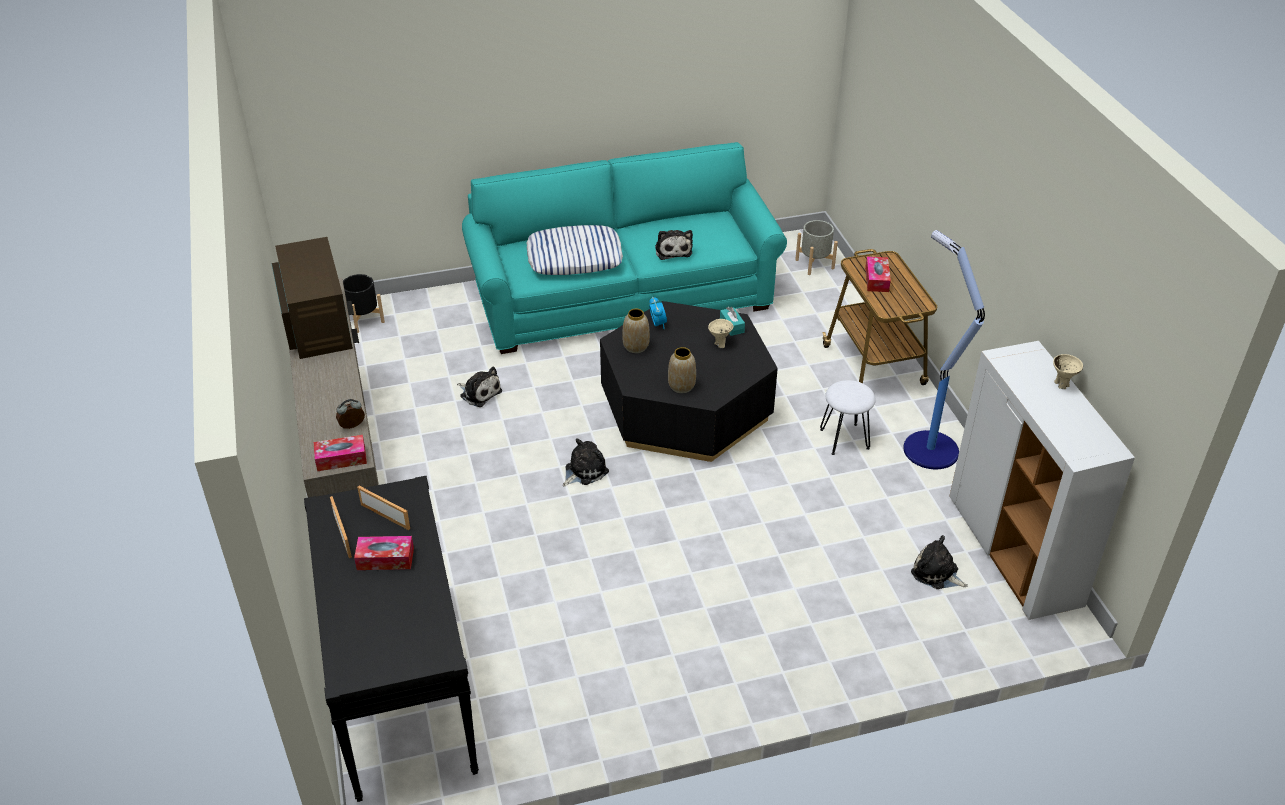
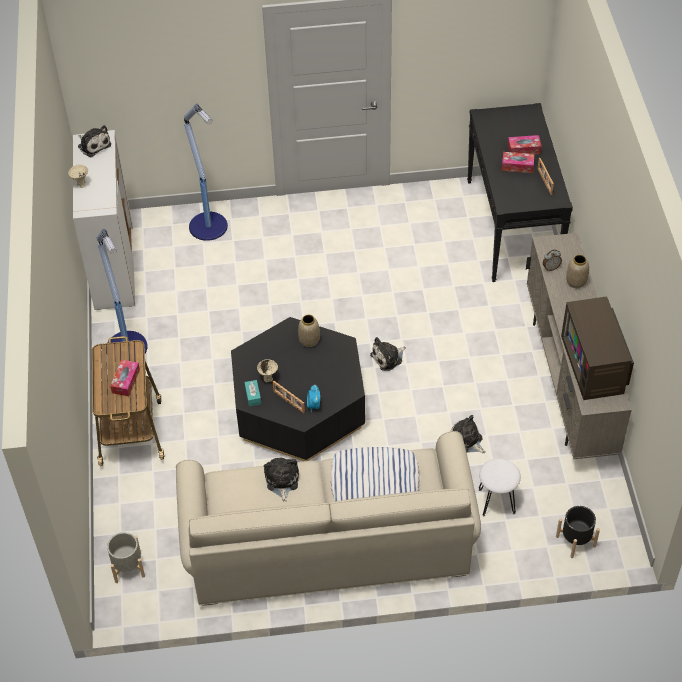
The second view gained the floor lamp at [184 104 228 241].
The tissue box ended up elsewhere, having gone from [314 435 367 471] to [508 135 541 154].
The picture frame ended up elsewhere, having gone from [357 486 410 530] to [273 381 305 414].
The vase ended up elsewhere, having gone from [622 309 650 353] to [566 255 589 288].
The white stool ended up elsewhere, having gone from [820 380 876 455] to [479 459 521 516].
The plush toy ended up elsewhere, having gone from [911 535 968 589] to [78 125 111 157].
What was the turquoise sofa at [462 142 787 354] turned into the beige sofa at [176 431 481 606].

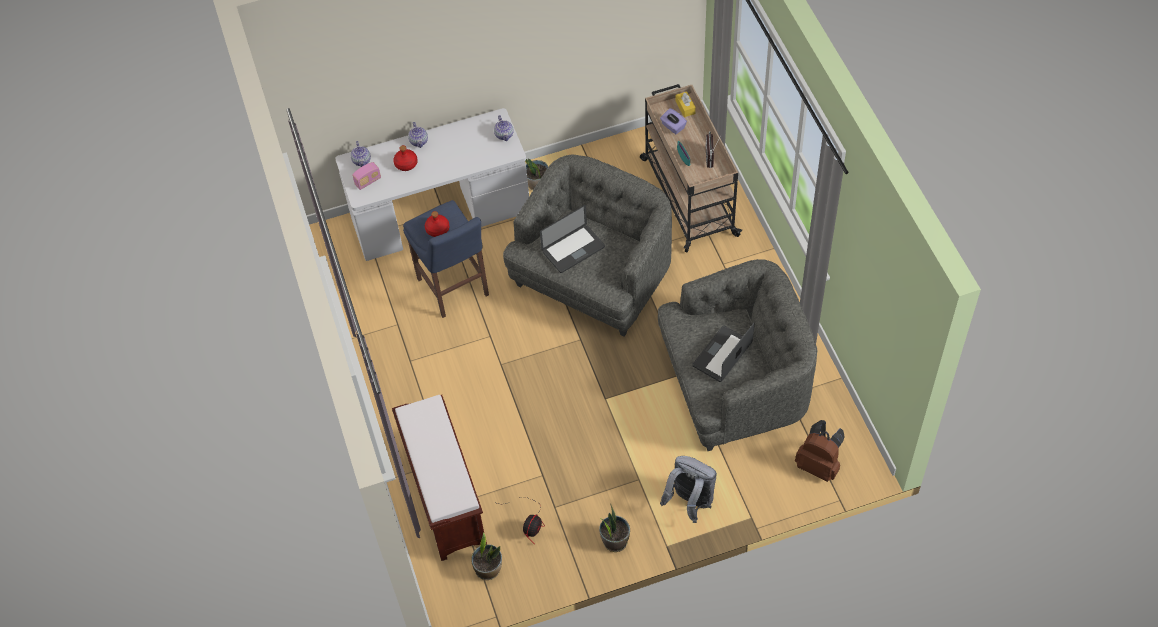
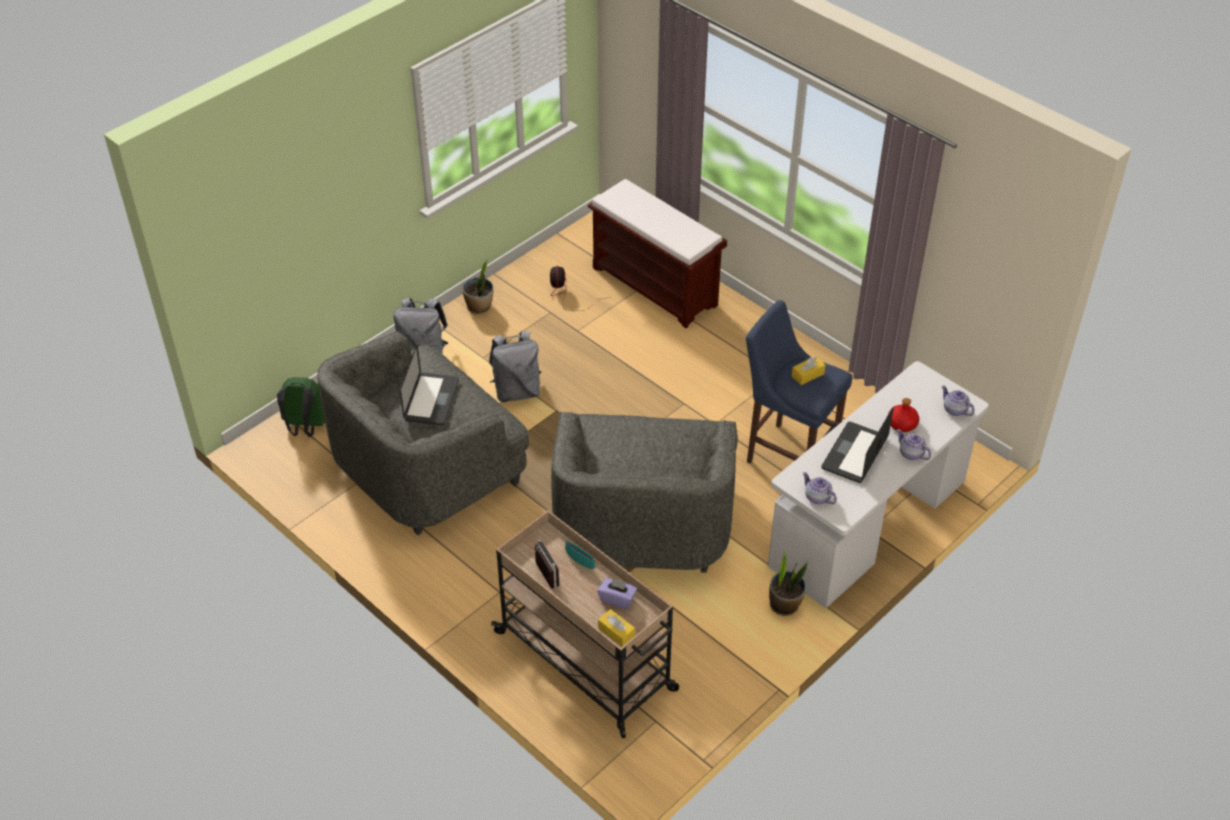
The second view lost the radio at [352 162 381 190].
The second view lost the potted plant at [471 532 502 580].
The second view gained the grey backpack at [489 331 541 402].
The laptop ended up elsewhere, having gone from [540 205 605 273] to [821 407 894 483].
Where the red bottle stood at [425 211 449 237], the yellow tissue box came to stand at [792 356 826 385].
What was the brown backpack at [795 420 845 482] turned into the green backpack at [277 377 325 437].

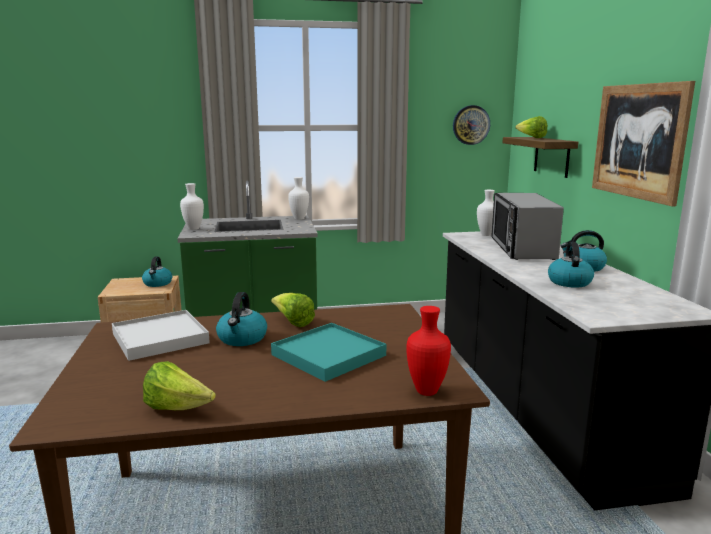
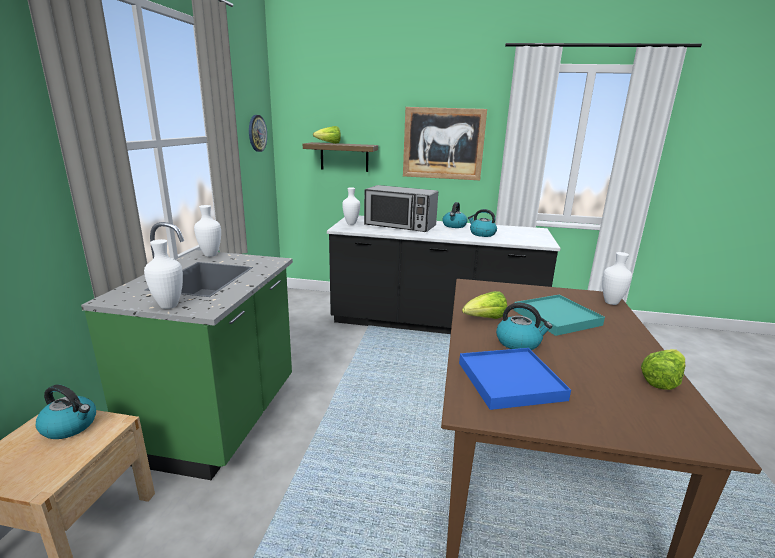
What was the white tray at [112 310 210 361] turned into the blue tray at [459 348 571 410].
What was the red vase at [406 306 451 396] turned into the white vase at [602 252 632 305].

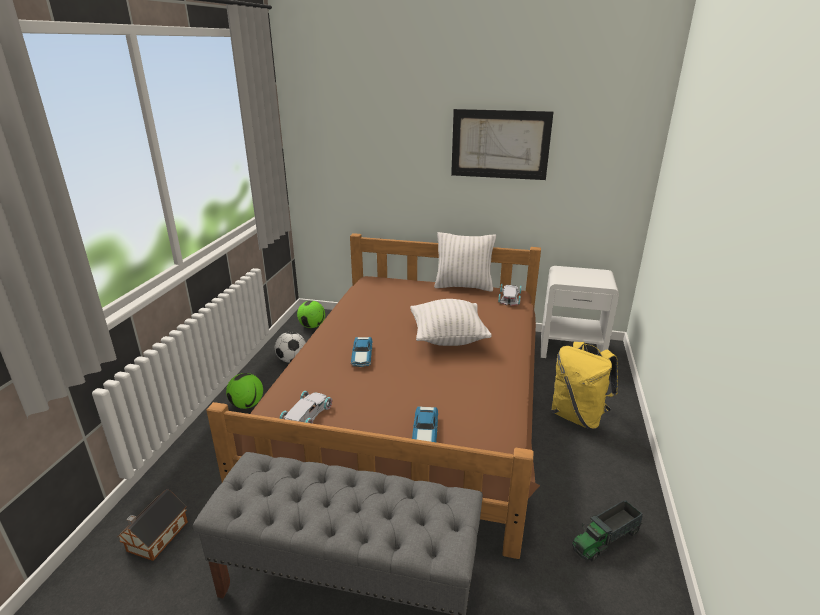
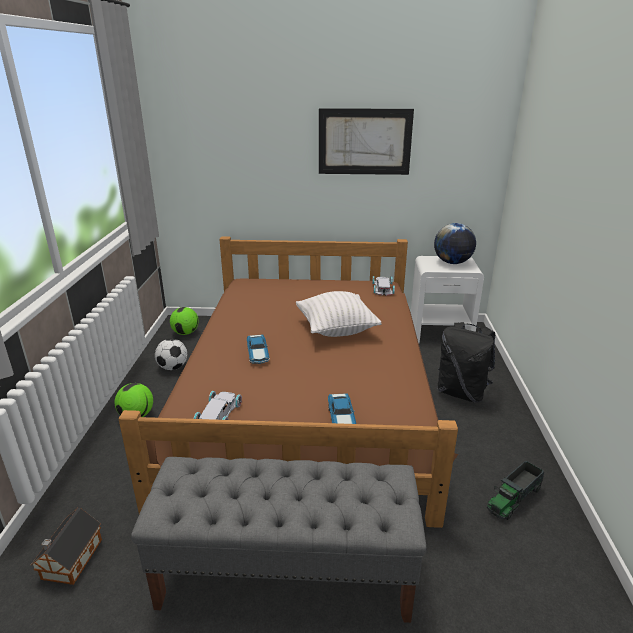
The second view lost the white pillow at [434 232 496 292].
The second view gained the globe at [434 223 476 264].
What was the yellow backpack at [551 342 618 429] turned into the black backpack at [437 322 495 403].

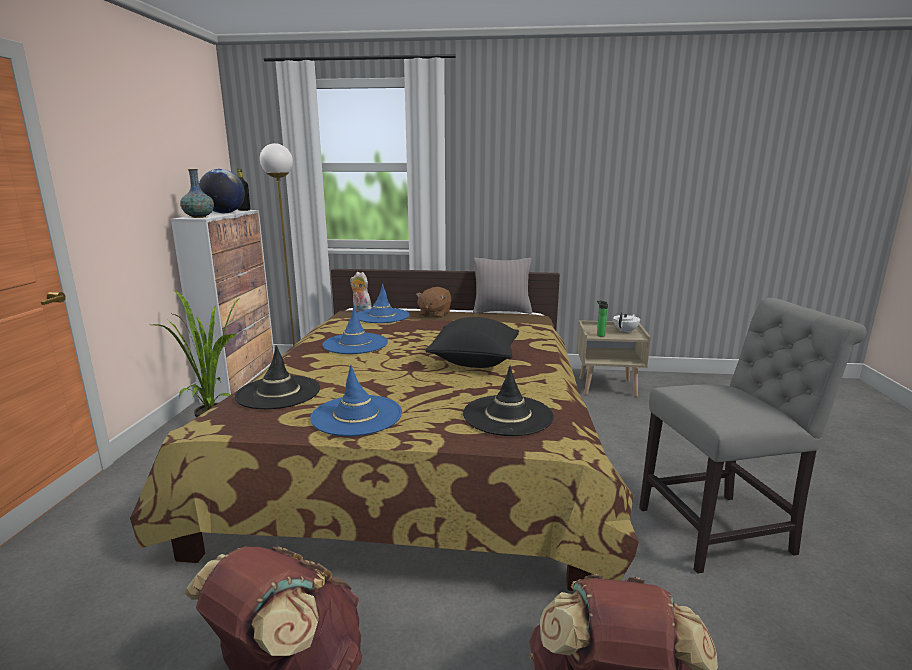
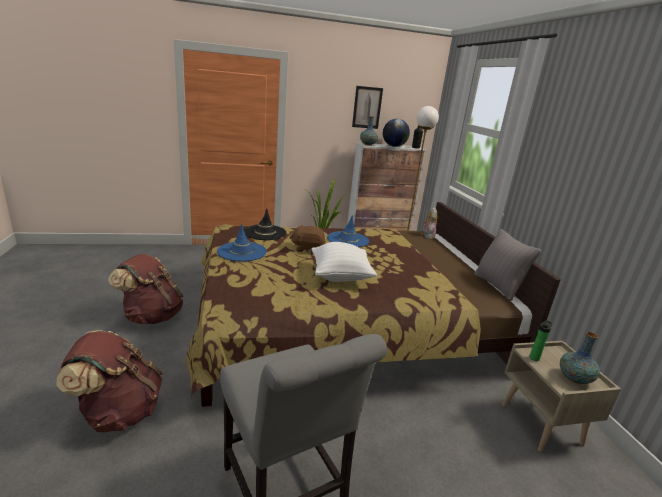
The second view lost the blue hat at [357 284 409 323].
The second view lost the black hat at [463 366 554 436].
The second view gained the picture at [352 86 383 129].
The brown plush toy ended up elsewhere, having gone from [416 287 451 318] to [290 225 326 253].
Where the white teapot stood at [613 312 640 333], the vase came to stand at [560 332 600 384].
What was the black pillow at [426 317 519 368] turned into the white pillow at [312 242 377 282].

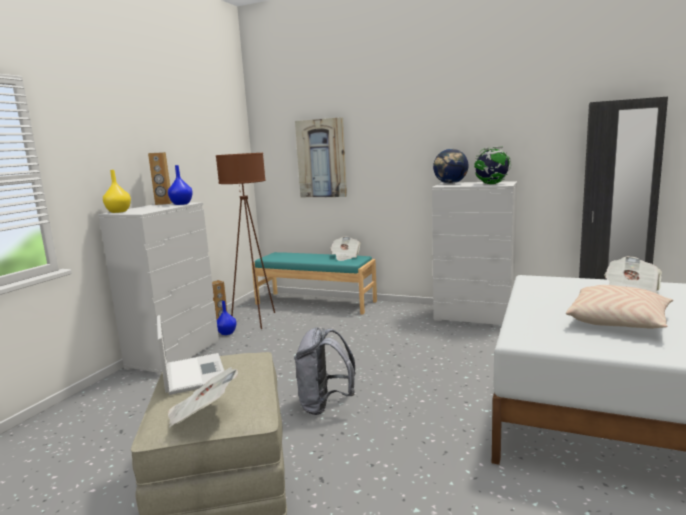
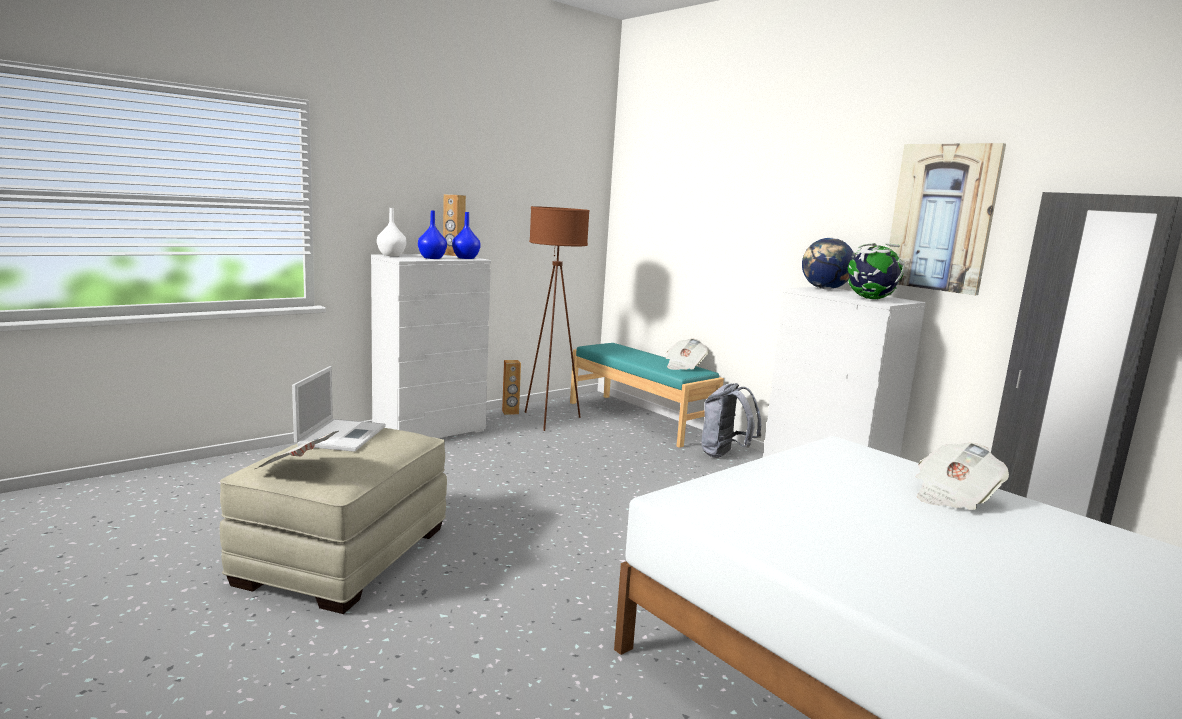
The second view lost the beige pillow at [566 285 673 329].
The blue vase ended up elsewhere, having gone from [217 301 237 335] to [418 211 447 259].
The grey backpack ended up elsewhere, having gone from [294 328 355 415] to [701 383 761 458].
The picture ended up elsewhere, having gone from [295 117 347 197] to [888 143 1006 295].
What was the yellow vase at [103 170 131 213] turned into the white vase at [377 208 407 256].

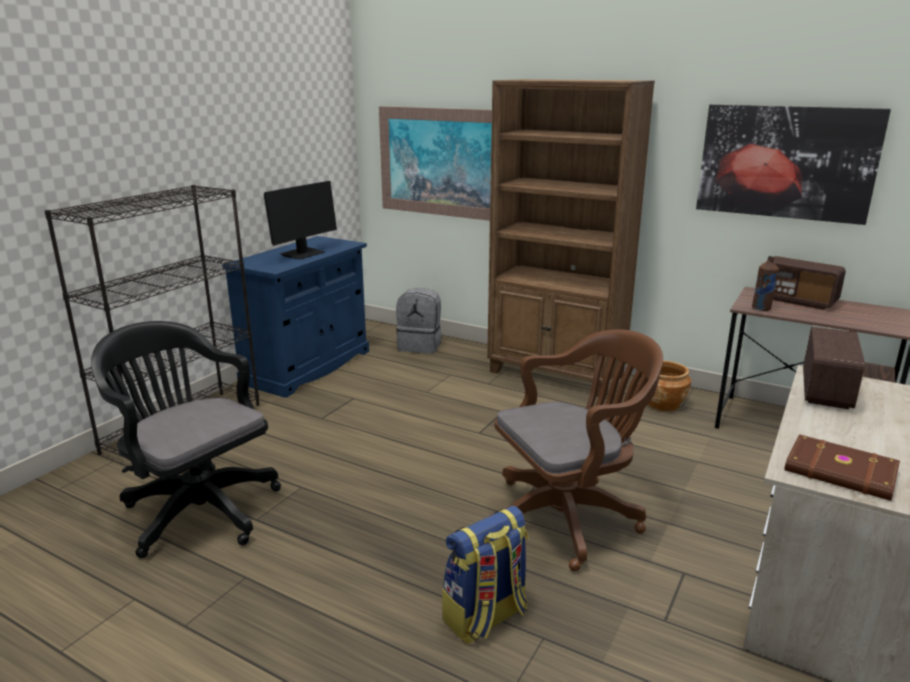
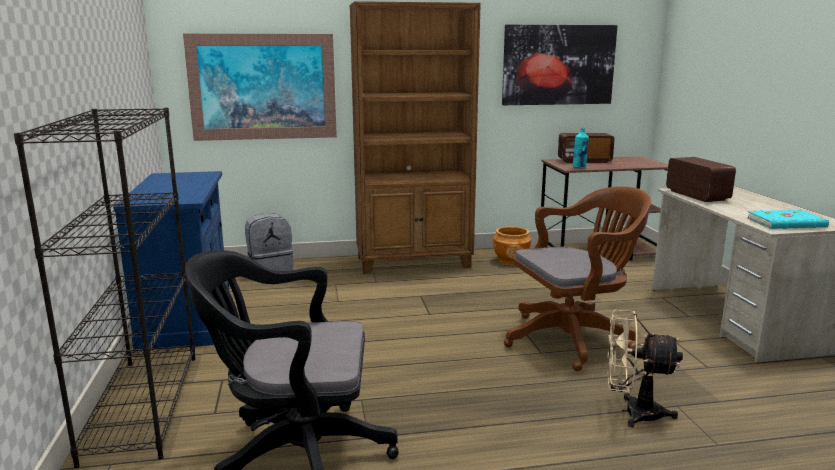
The second view lost the monitor at [264 181 337 260].
Where the backpack stood at [442 506 528 644], the beige fan came to stand at [607 310 683 427].
What was the brown bottle at [752 256 779 311] turned into the turquoise bottle at [573 128 589 168].
What was the brown book at [784 434 900 501] turned into the turquoise book at [747 210 829 229].
The brown office chair at [490 329 663 571] ended up facing another way, 45 degrees clockwise from before.

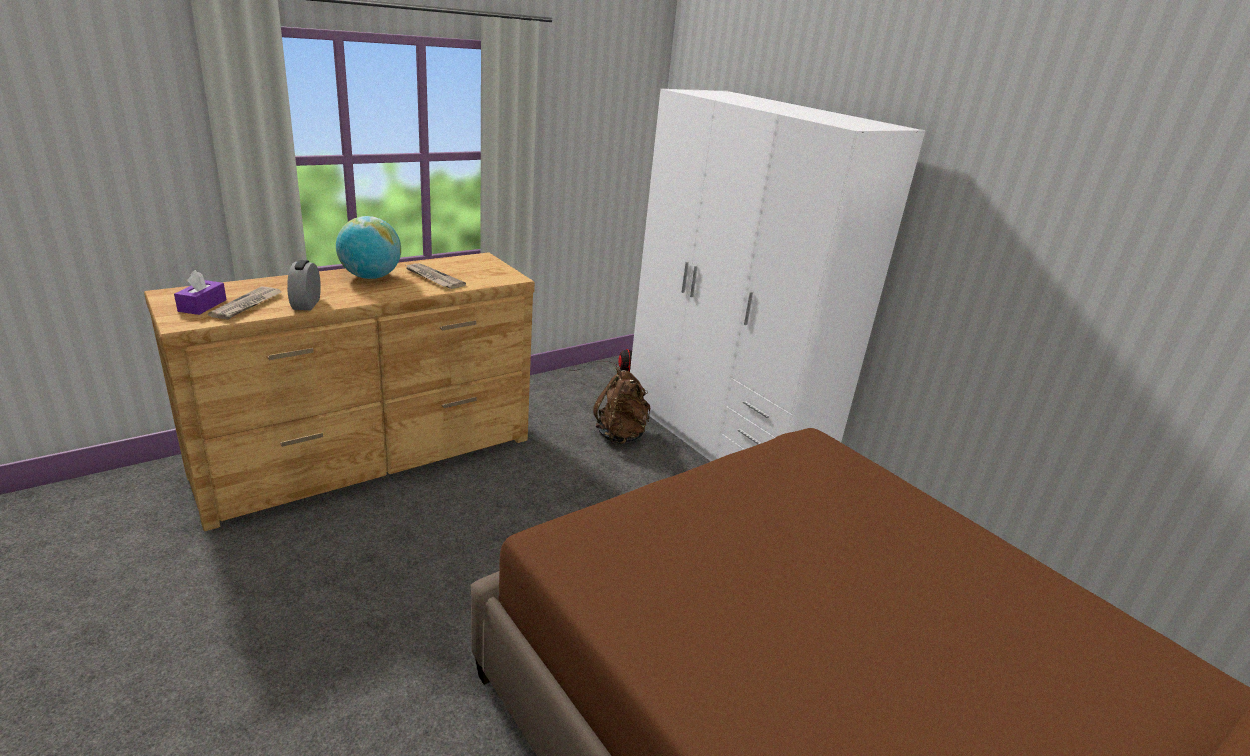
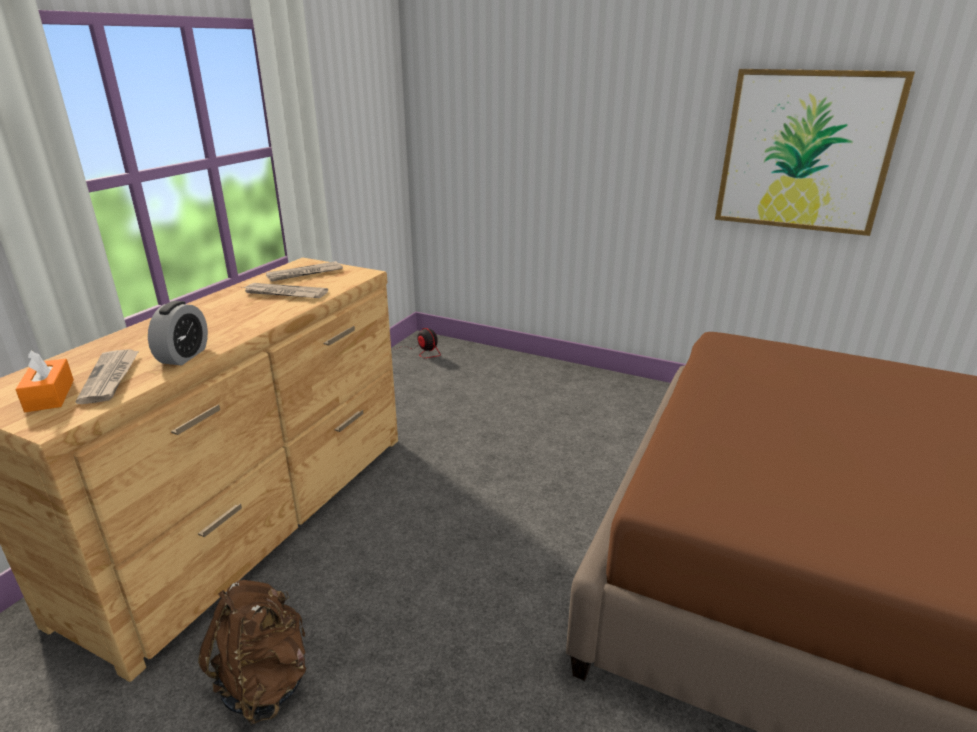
The second view lost the globe at [336 216 401 279].
The second view lost the white wardrobe at [630 89 926 461].
The second view gained the newspaper at [266 261 343 281].
The second view gained the picture at [715 69 915 236].
The brown backpack ended up elsewhere, having gone from [593 367 650 444] to [198 580 306 725].
What was the purple tissue box at [174 270 227 315] turned into the orange tissue box at [15 350 74 412].
The alarm clock at [287 260 321 310] ended up facing another way, 135 degrees counterclockwise from before.

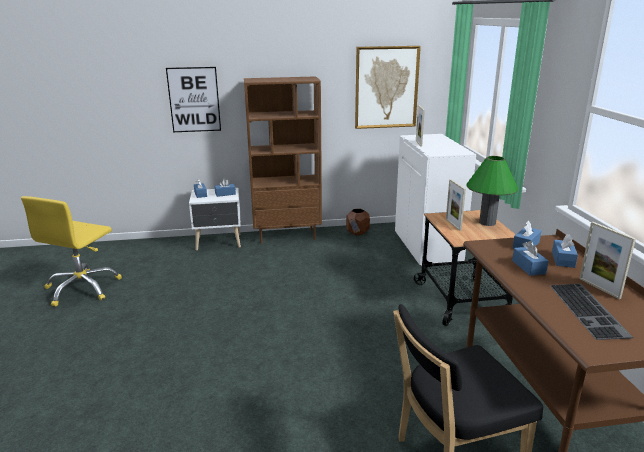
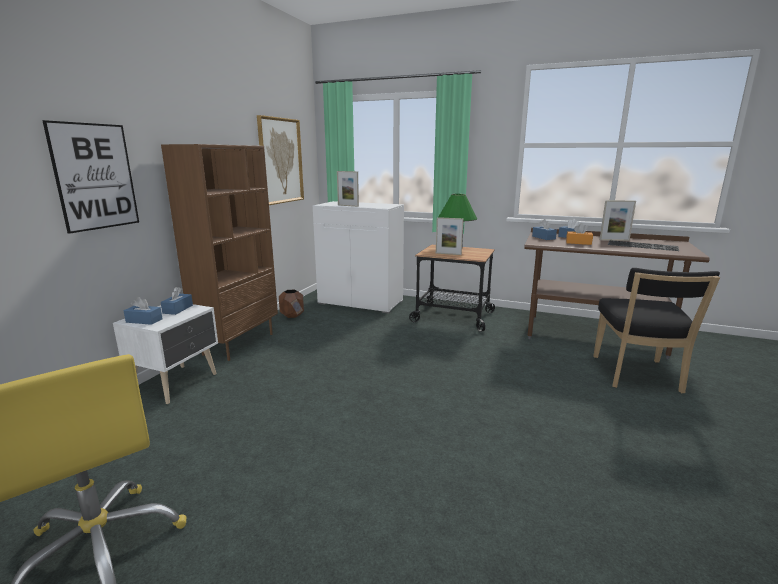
What was the blue tissue box at [512 241 549 276] turned into the orange tissue box at [566 223 593 245].

